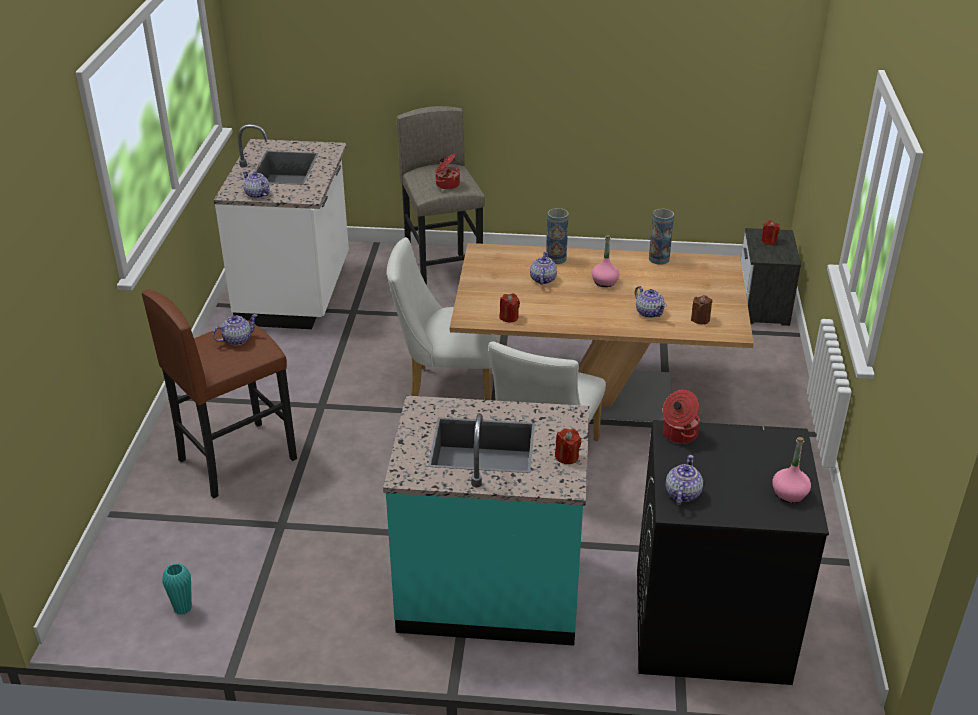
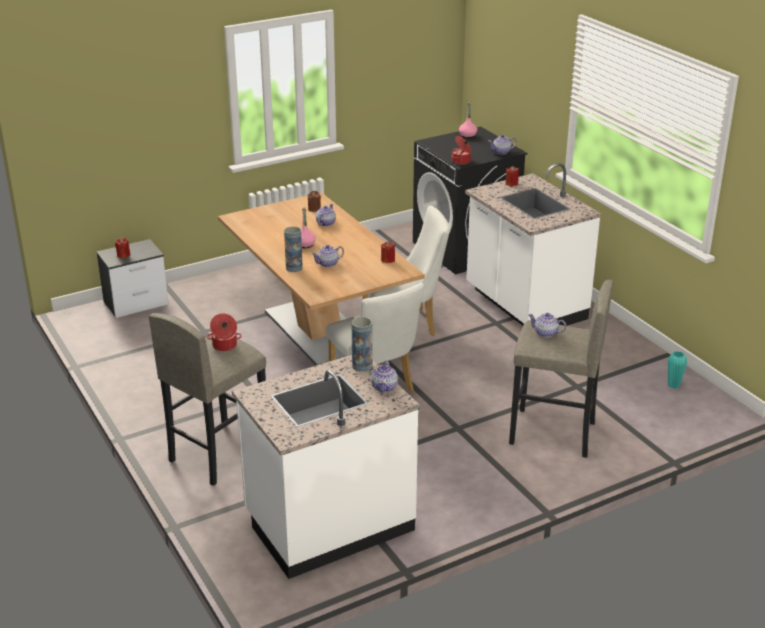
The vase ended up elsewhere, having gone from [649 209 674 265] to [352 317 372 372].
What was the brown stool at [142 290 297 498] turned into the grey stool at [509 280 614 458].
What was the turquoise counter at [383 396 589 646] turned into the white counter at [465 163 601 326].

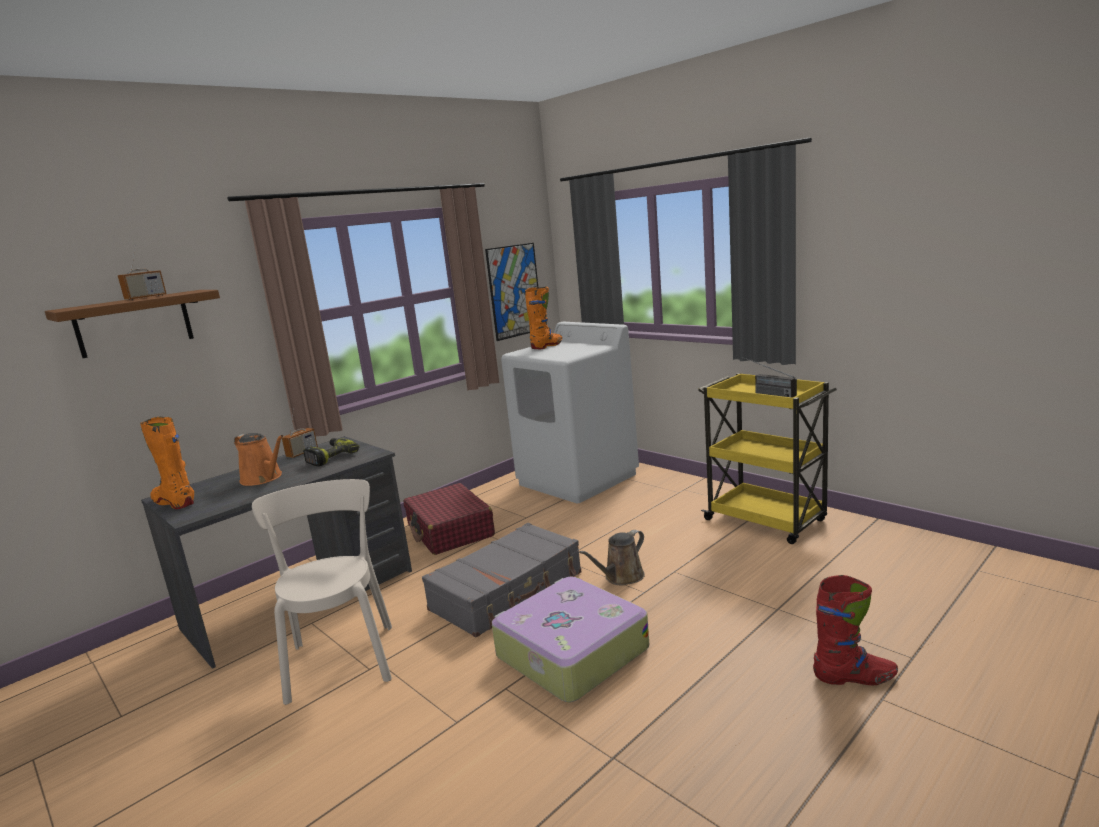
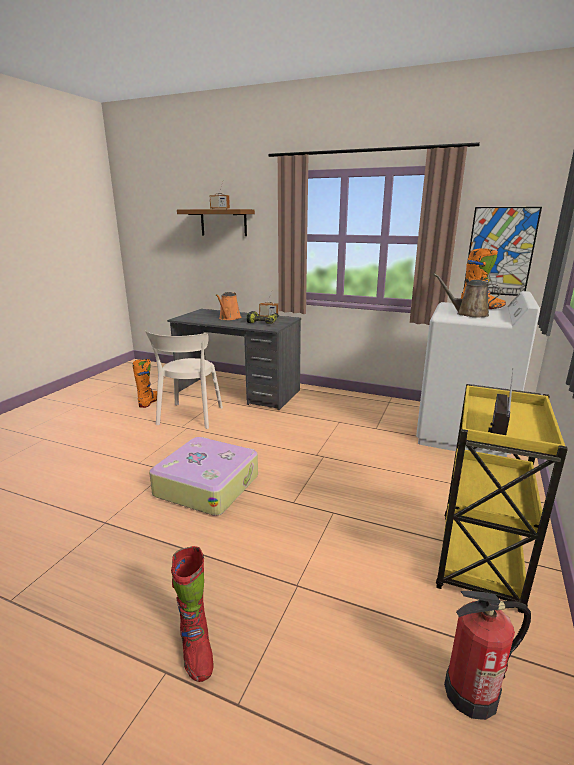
The second view lost the red suitcase at [404 483 495 555].
The second view lost the grey suitcase at [422 523 581 638].
The second view gained the fire extinguisher at [444 591 531 720].
The orange boot ended up elsewhere, having gone from [140 417 194 509] to [133 359 157 408].
The brown watering can ended up elsewhere, having gone from [579 530 645 586] to [433 273 502 317].
The beige chair at [252 479 392 705] ended up facing another way, 135 degrees clockwise from before.

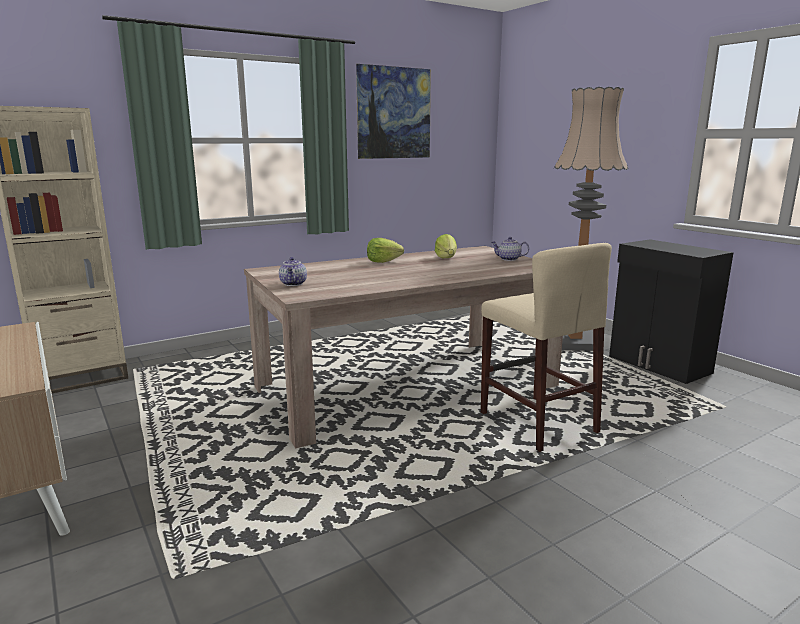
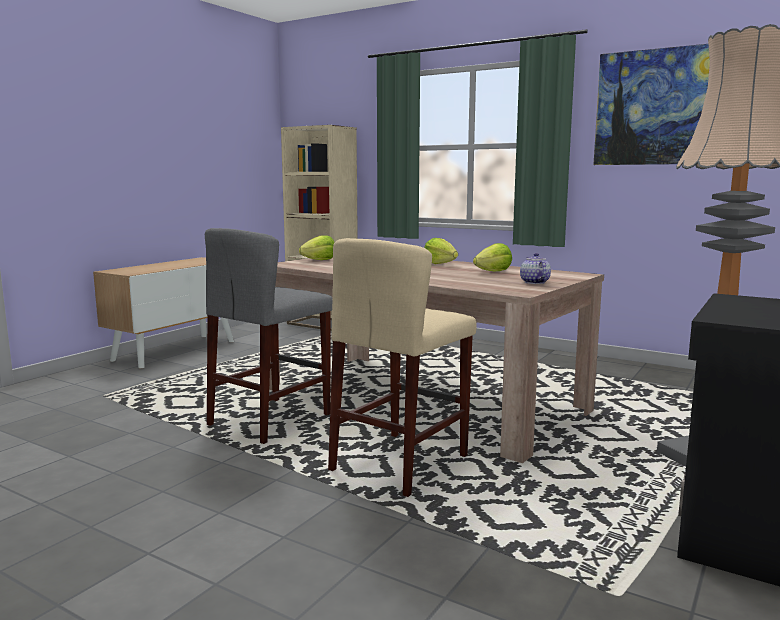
The second view gained the grey stool at [205 228 332 444].
Where the teapot stood at [279 257 307 286], the lettuce came to stand at [299 235 335 260].

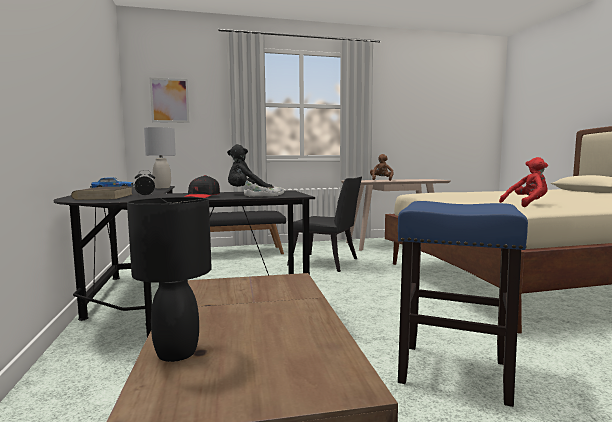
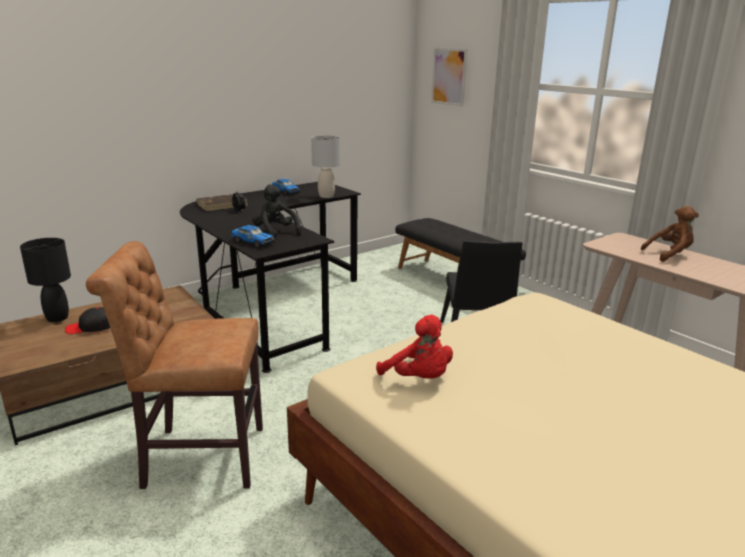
The black cap ended up elsewhere, having gone from [185 175 220 198] to [65 307 110 334].
Where the white shoe stood at [244 181 285 197], the toy car came to stand at [231 225 275 247].
Where the blue stool stood at [398 201 528 407], the brown chair came to stand at [86 241 263 489].

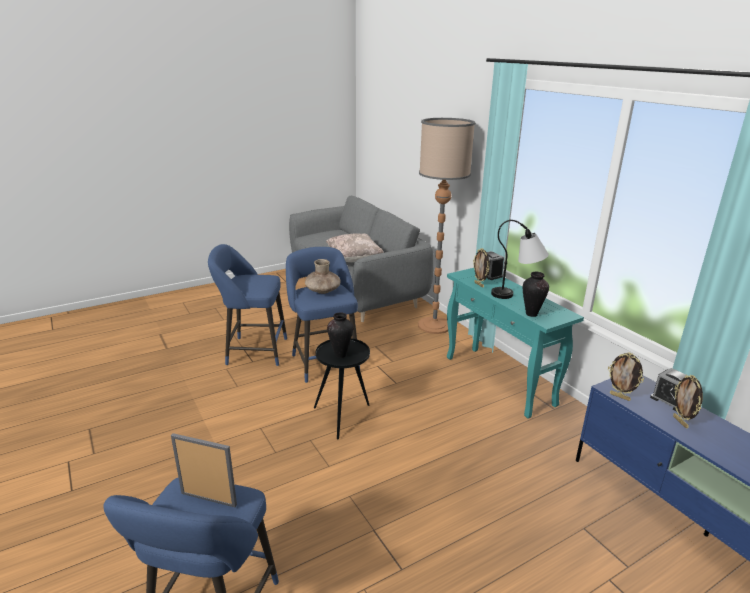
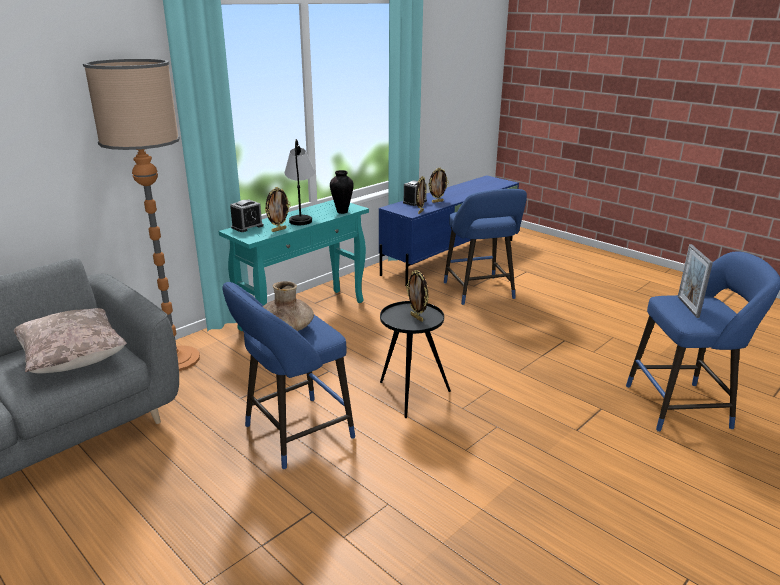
The blue stool ended up elsewhere, having gone from [208 244 287 366] to [444 189 527 305].
Where the vase stood at [327 312 353 358], the picture frame came to stand at [406 270 428 322].

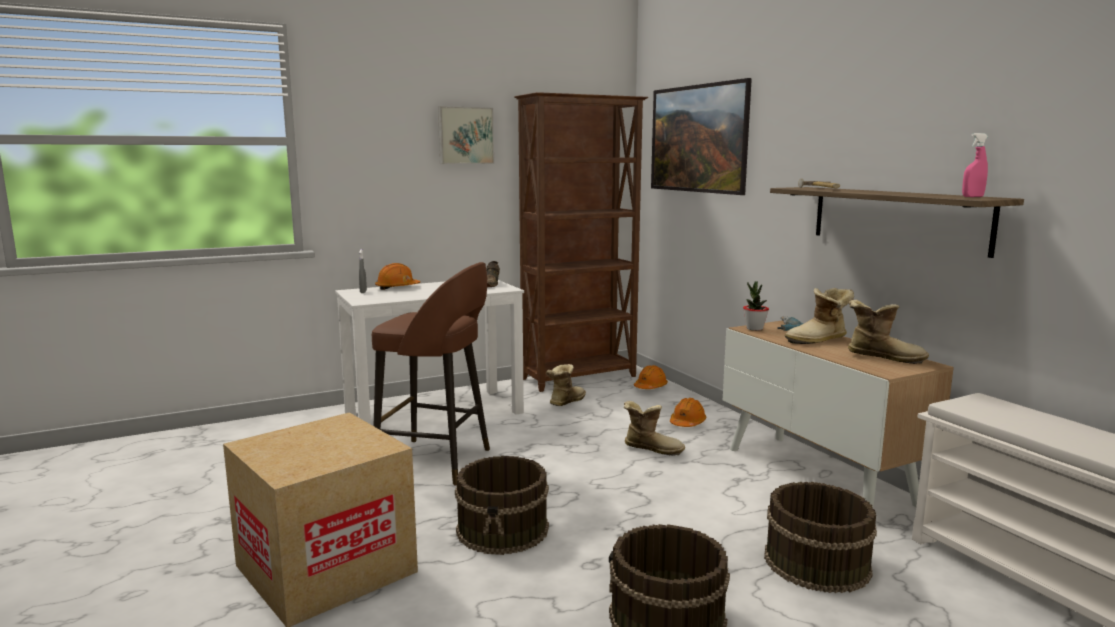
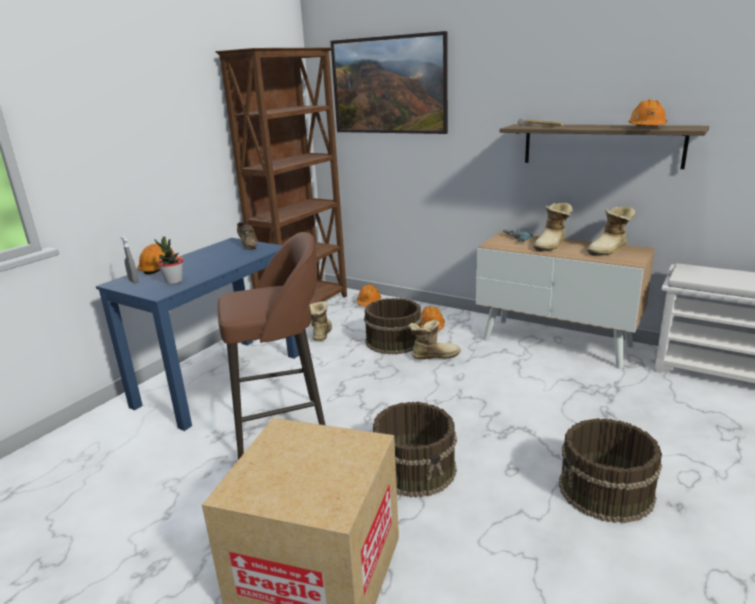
The second view lost the picture at [438 106 494 164].
The second view lost the pink spray bottle at [962 133 988 197].
The second view gained the orange hard hat at [628 99 668 126].
The potted plant ended up elsewhere, having gone from [743 281 769 331] to [155 237 183 284].
The brown bucket ended up elsewhere, having gone from [764 482 877 593] to [364 298 422 355].
What was the white desk at [335 280 524 424] turned into the blue desk at [96 238 299 431].
The boot at [848 300 929 364] ended up facing another way, 150 degrees clockwise from before.

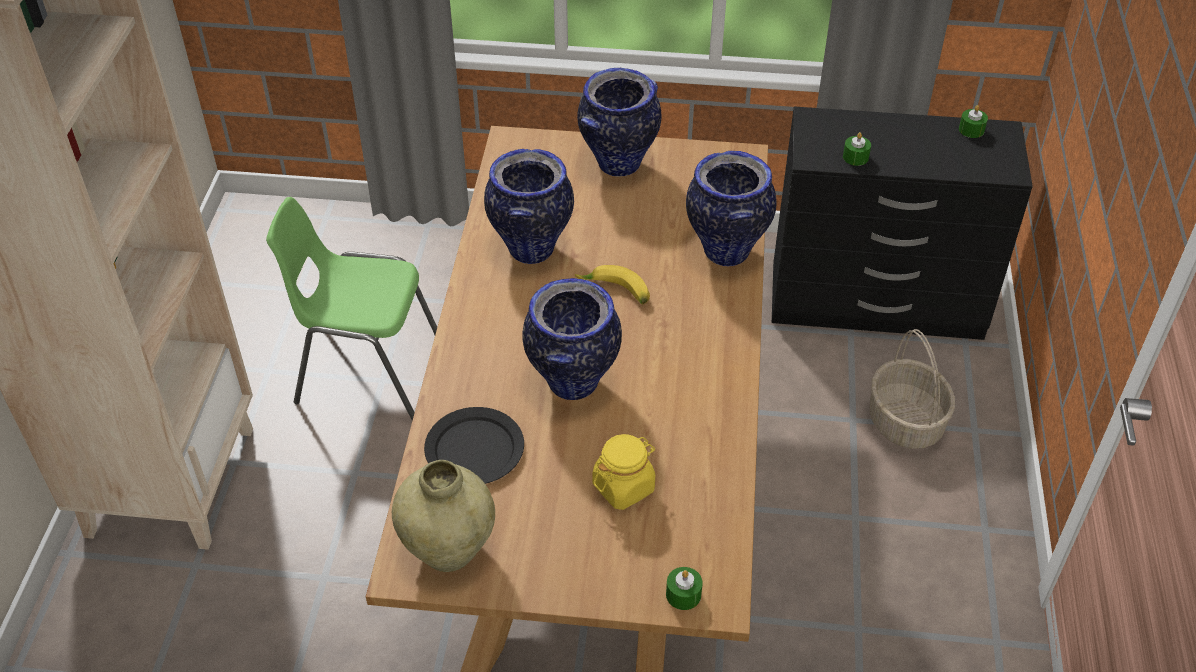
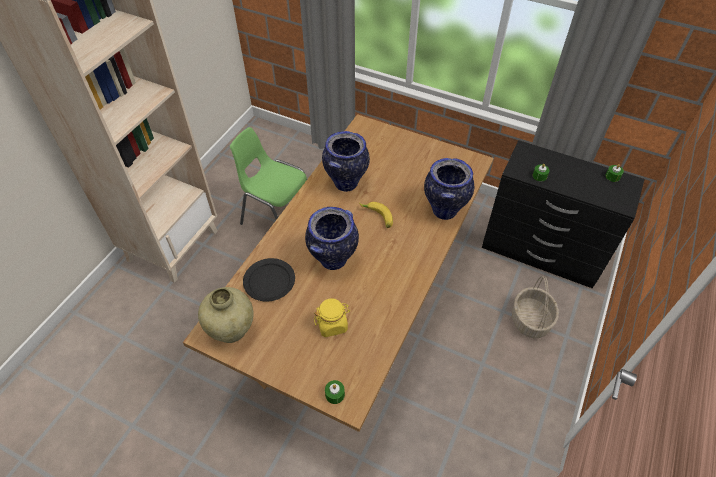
The second view lost the vase at [577 68 662 177].

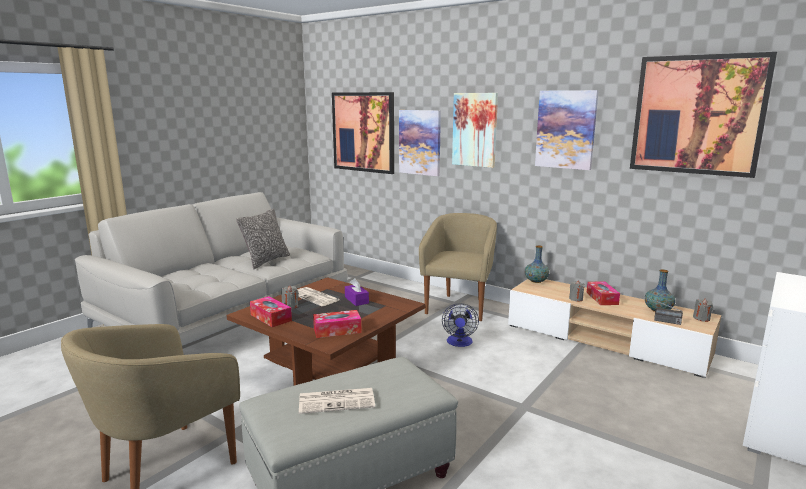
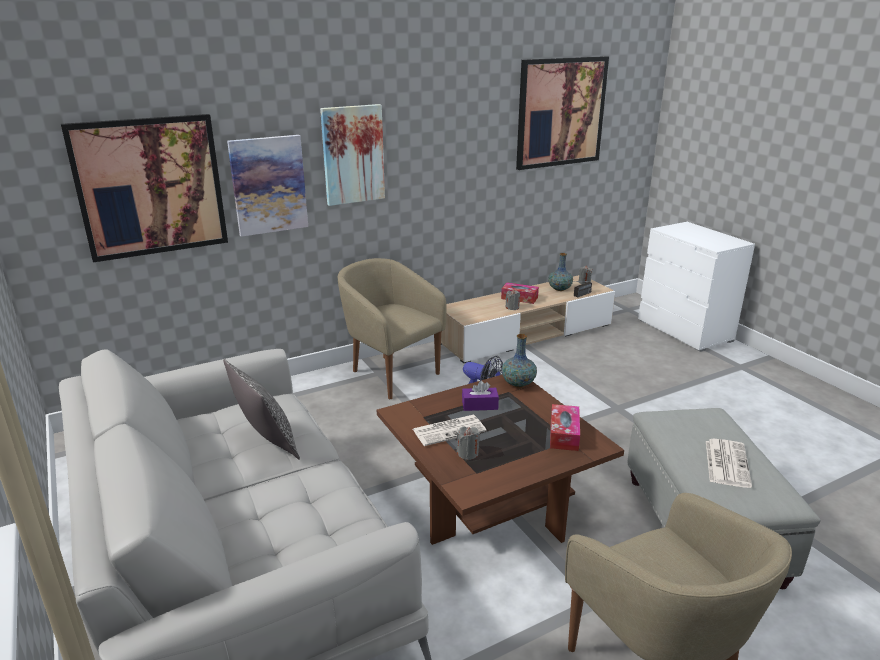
The second view lost the tissue box at [250 296 292 327].
The second view lost the picture at [535 90 599 170].
The vase ended up elsewhere, having gone from [525 245 550 283] to [502 334 537 388].

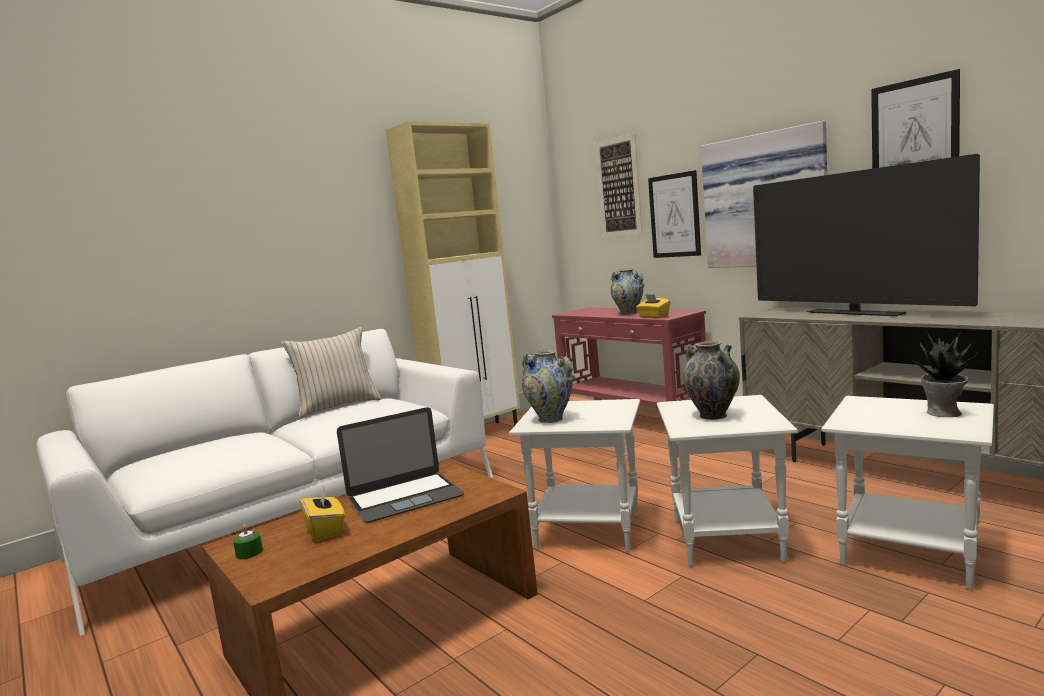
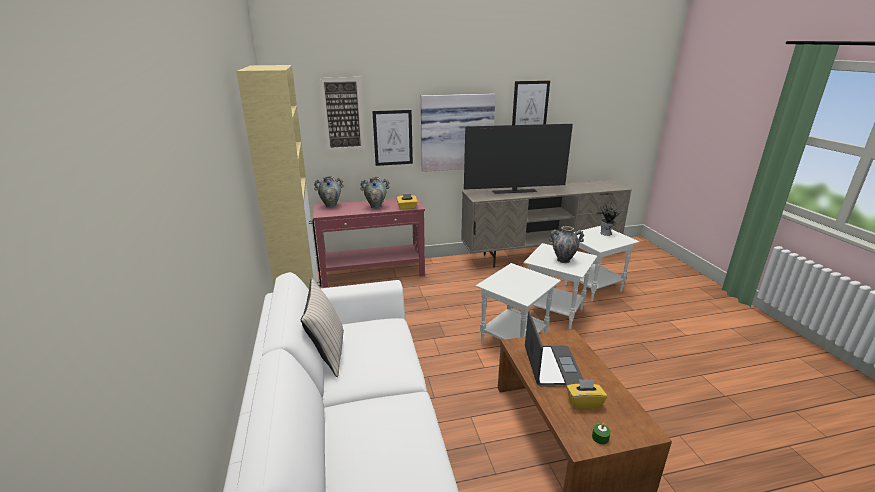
The vase ended up elsewhere, having gone from [522 349 575 423] to [314 176 343 208].

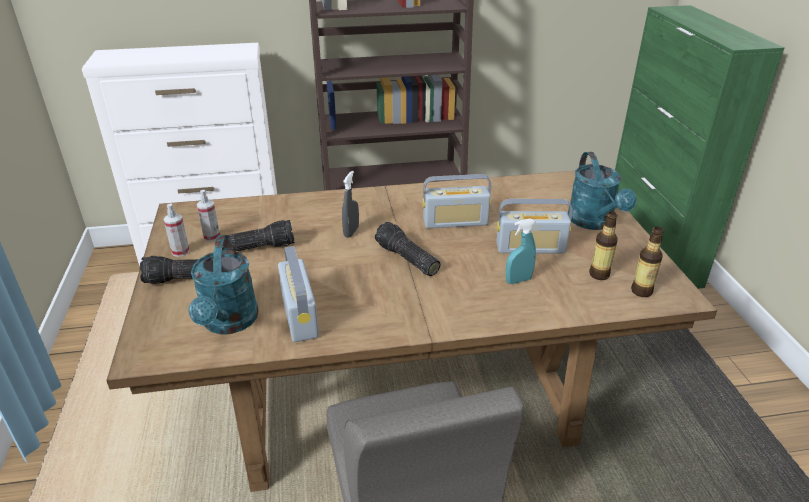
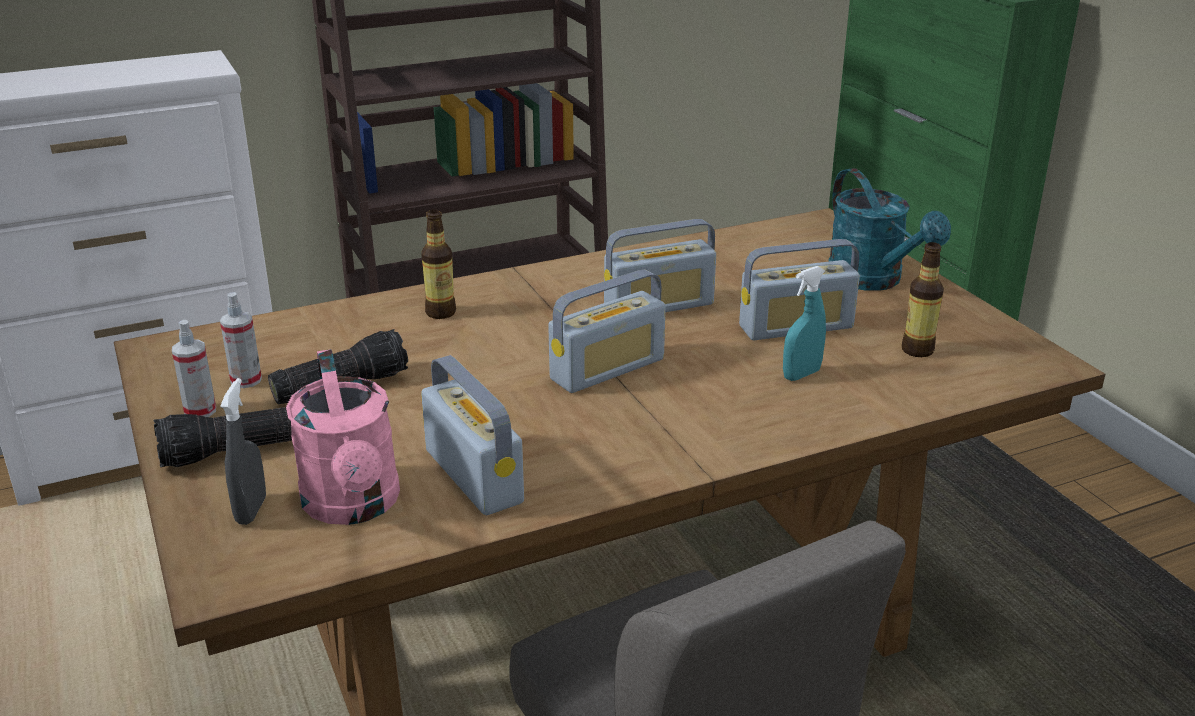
The grey spray bottle ended up elsewhere, having gone from [342 171 359 238] to [220 378 266 525].
The bottle ended up elsewhere, having gone from [631 227 664 297] to [421 210 456 319].
Where the flashlight stood at [375 222 440 276], the radio came to stand at [548 269 666 393].
What was the turquoise watering can at [189 235 259 335] turned into the pink watering can at [286 349 400 525].

